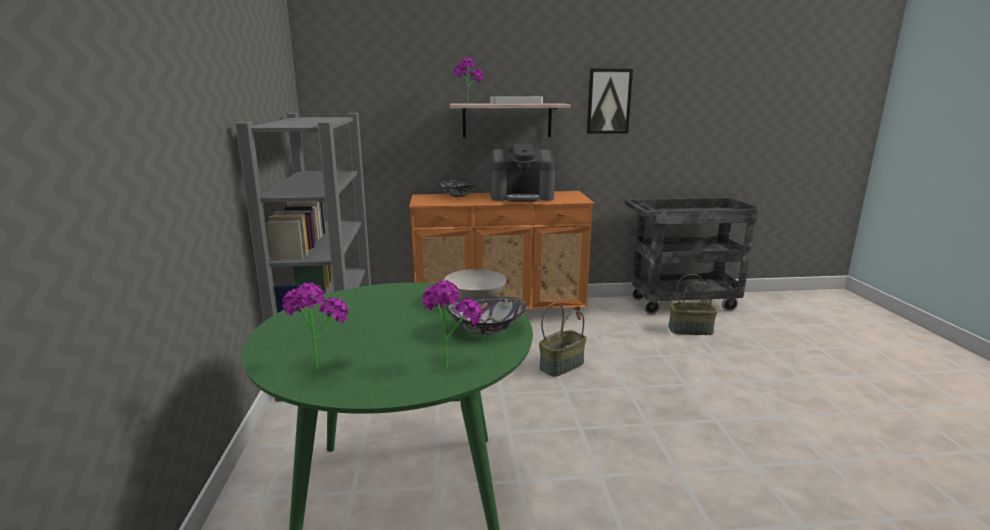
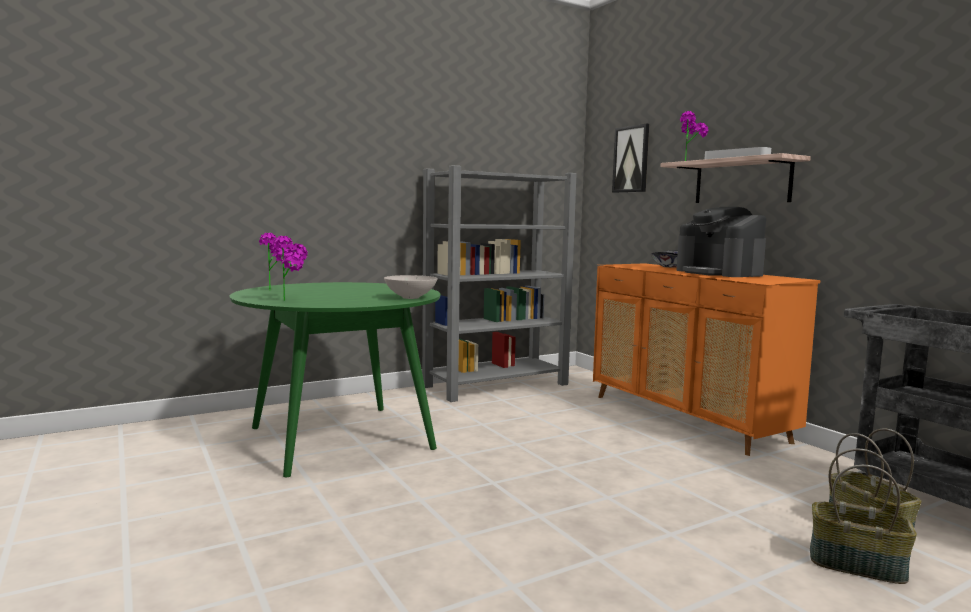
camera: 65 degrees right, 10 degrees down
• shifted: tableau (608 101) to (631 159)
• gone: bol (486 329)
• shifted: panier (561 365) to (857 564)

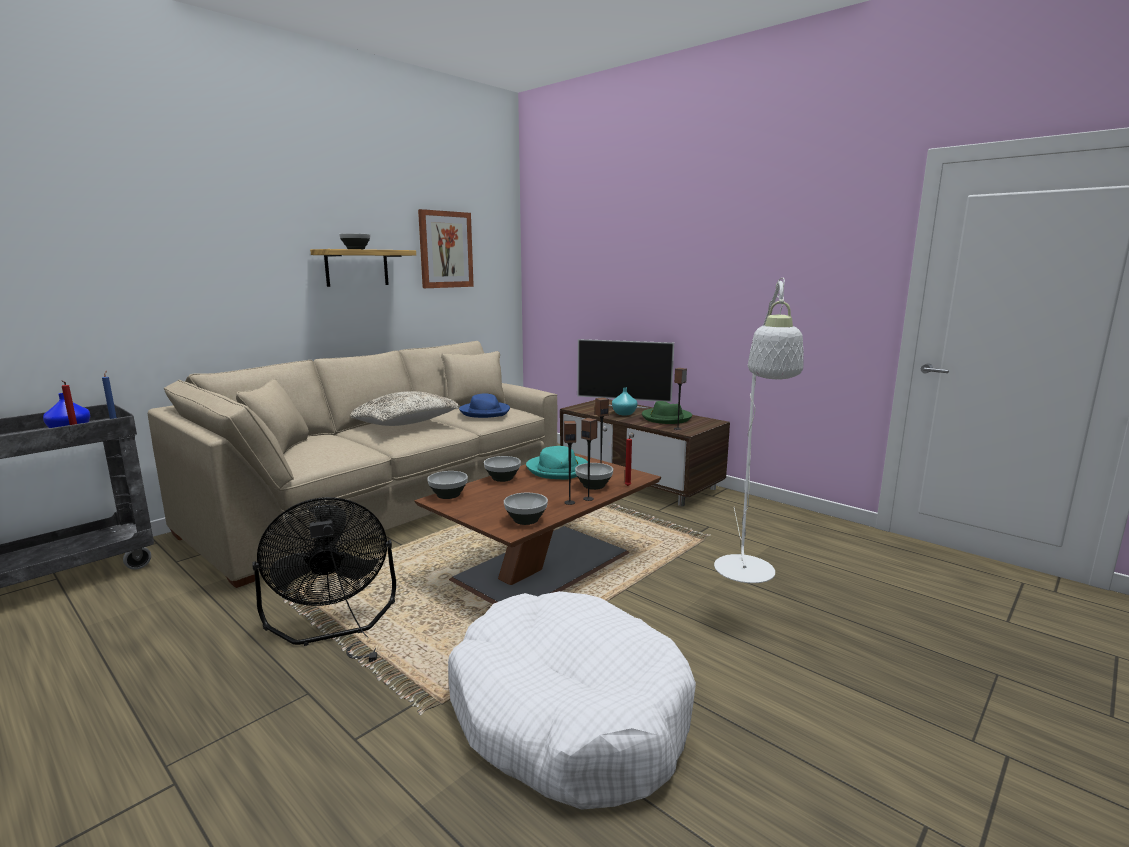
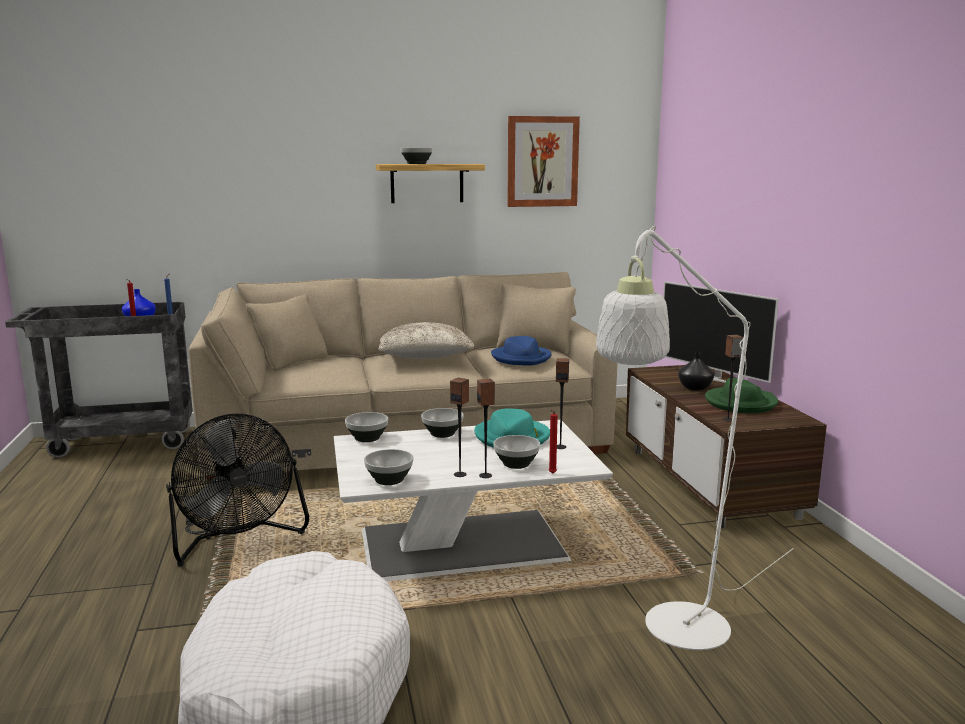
camera: 35 degrees right, 0 degrees up
• repainted: vase (turquoise) (624 413) to vase (noir) (695 388)
• repainted: table basse (marron) (545 565) to table basse (blanc) (466 544)
• rotated: ventilateur (noir) (337 627) = (232 540) 135 degrees clockwise

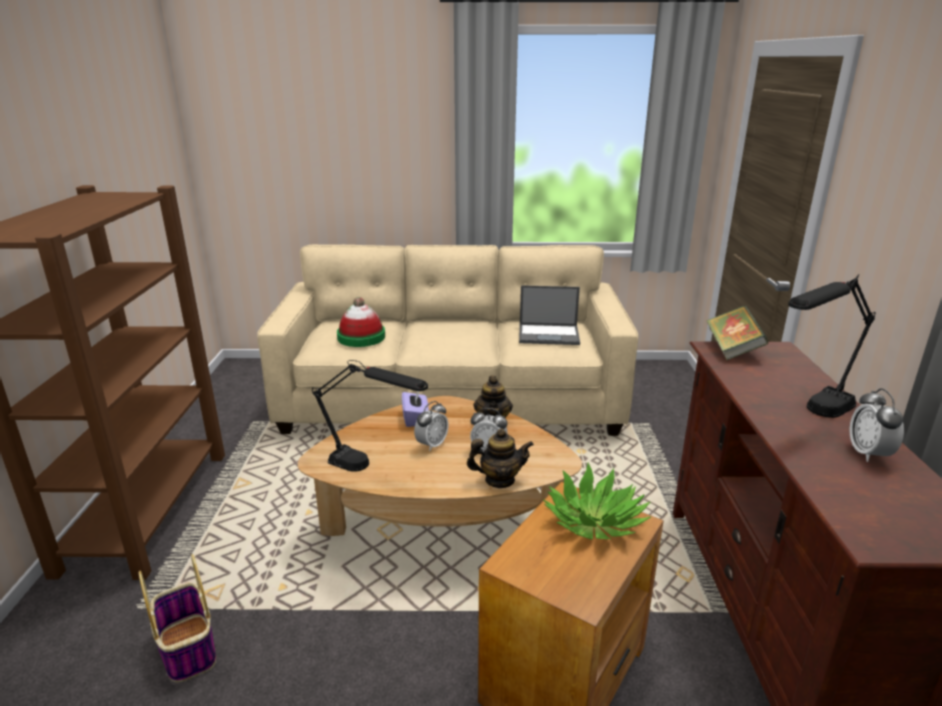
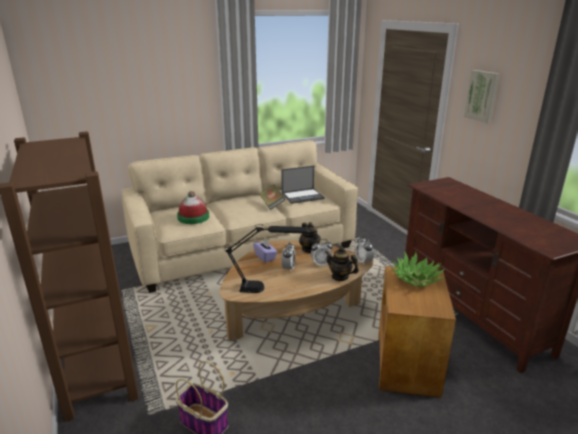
camera: 25 degrees left, 0 degrees up
• gone: lampe de table (noir) (811 416)
• shifted: livre (732 349) to (272 204)
• shifted: réveil (868 453) to (363 261)
• rotated: théière (499 480) = (340 277) 120 degrees counterclockwise
• new: tableau (482 96)

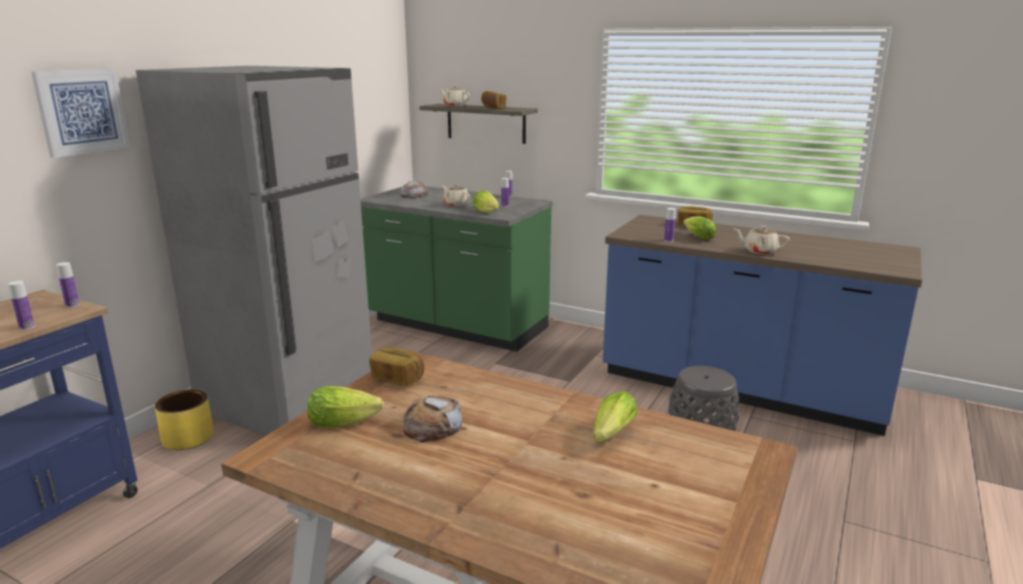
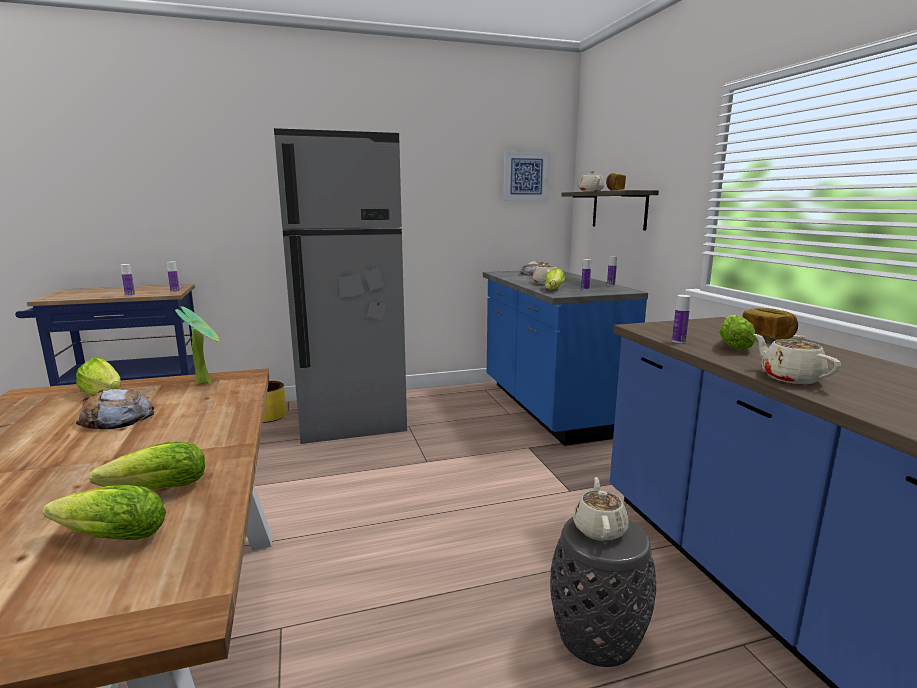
camera: 45 degrees right, 5 degrees down
• shifted: tableau (82 111) to (525 176)
• repainted: comptoir de cuisine (vert) (457 326) to comptoir de cuisine (bleu) (548 408)
• swapped: pain (398 378) to plante en pot (206 382)
• new: théière (beige) (599 529)
• new: laitue (107 537)

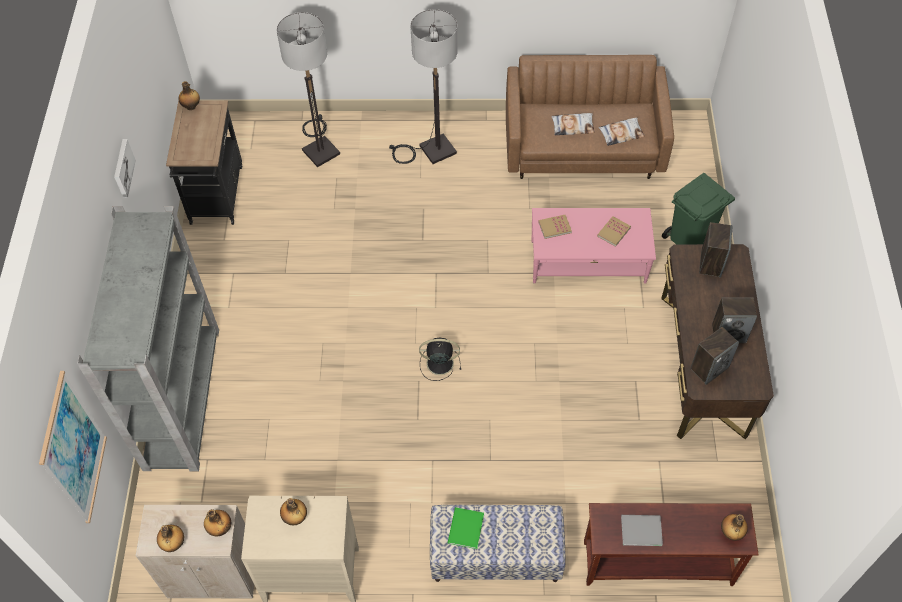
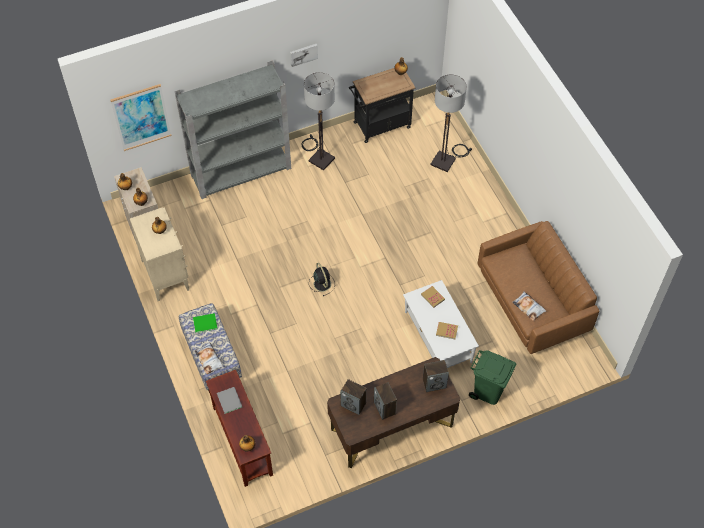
camera: 65 degrees right, 0 degrees up
• shifted: lampadaire (427 151) to (318 155)
• shifted: coussin (573 126) to (209 359)
• repainted: table basse (rose) (588 262) to table basse (blanc) (438 337)

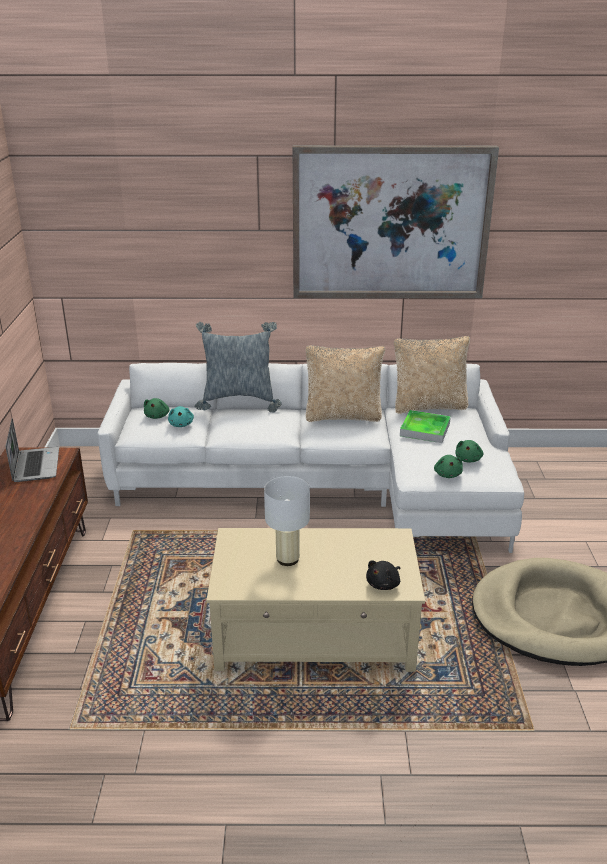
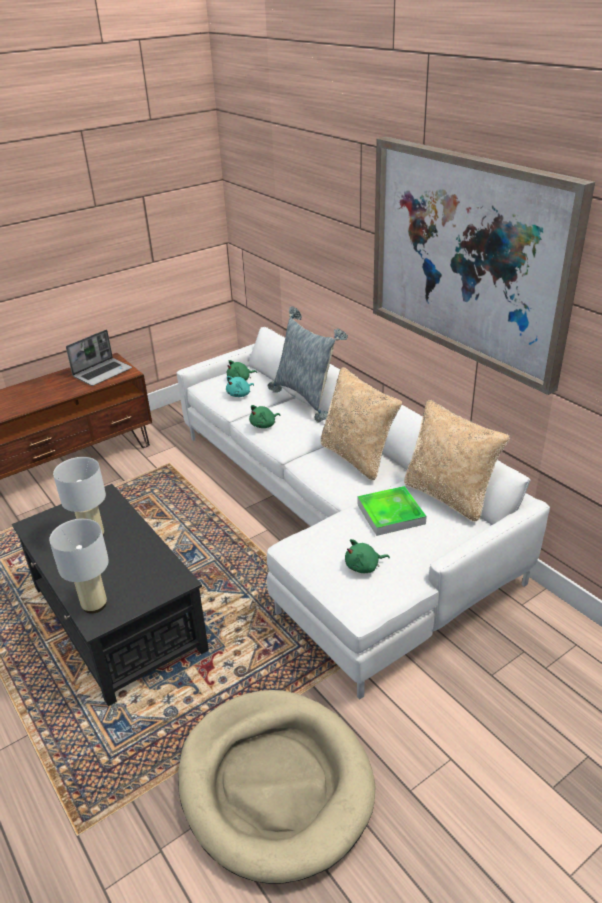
camera: 55 degrees right, 5 degrees up
• shifted: peluche (vert) (447 474) to (264 425)
• repainted: table basse (beige) (315 633) to table basse (noir) (117 619)
• swapped: peluche (noir) (384 584) to lampe de table (blanc) (95 605)

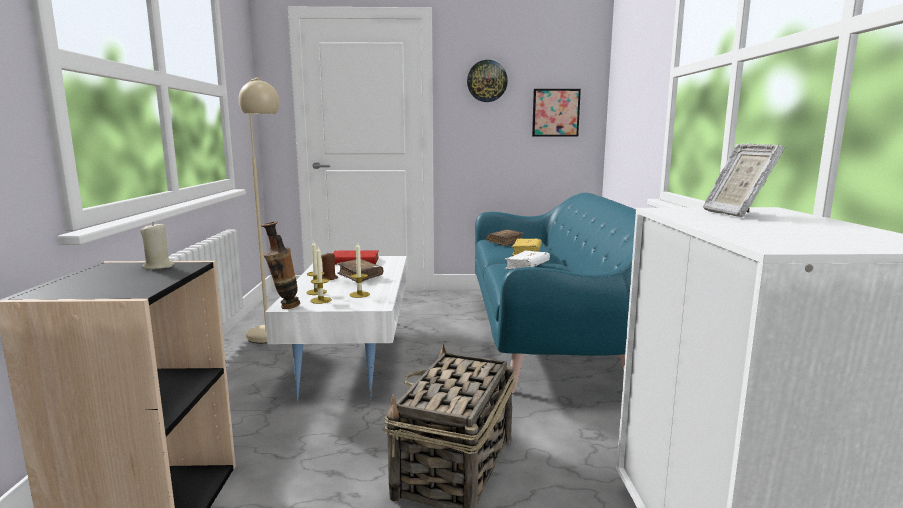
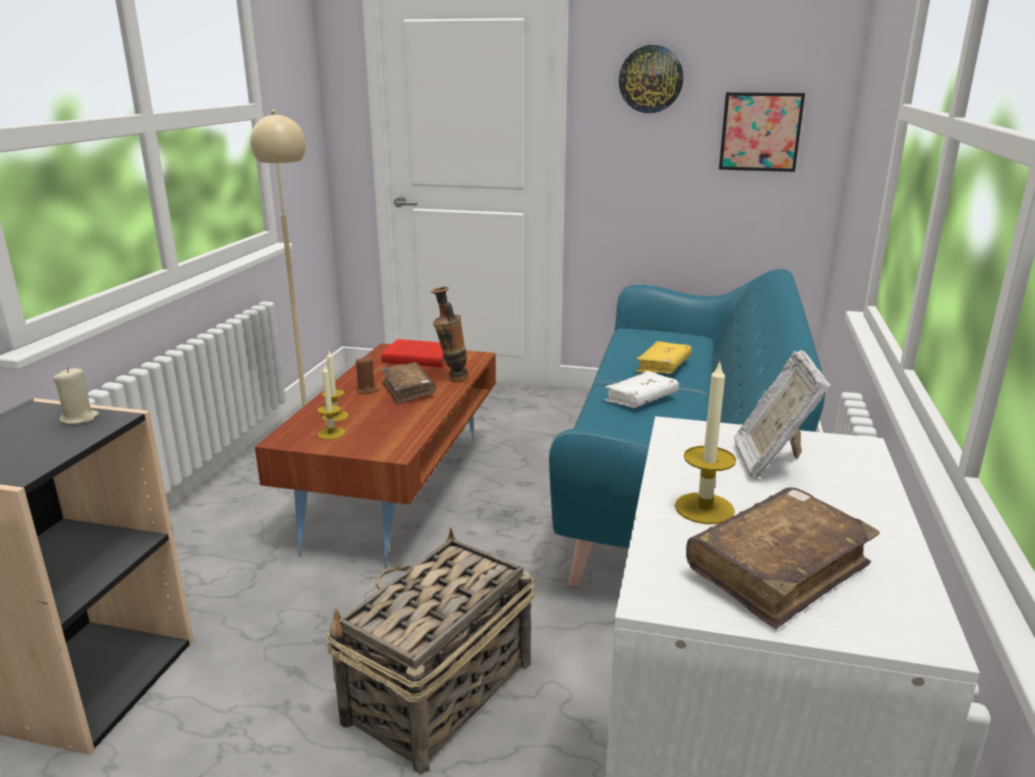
camera: 15 degrees right, 10 degrees up
• shifted: vase (284 307) to (451 379)
• shifted: livre (marron) (505 242) to (778 570)
• shifted: bougie (359 294) to (704 508)
• repainted: table basse (blanc) (353 355) to table basse (marron) (399 490)

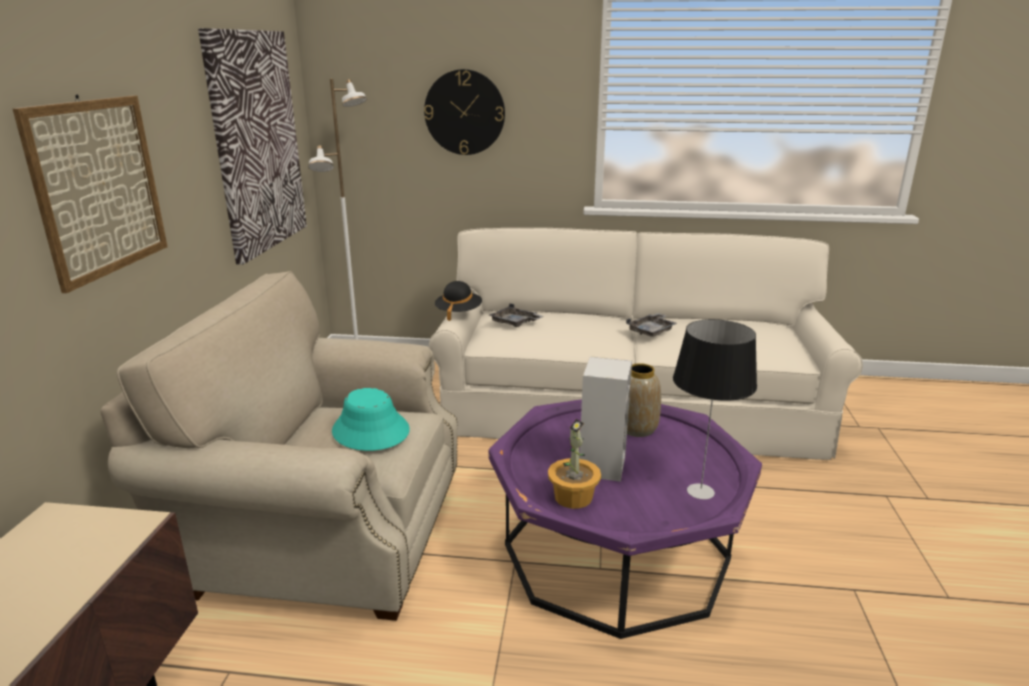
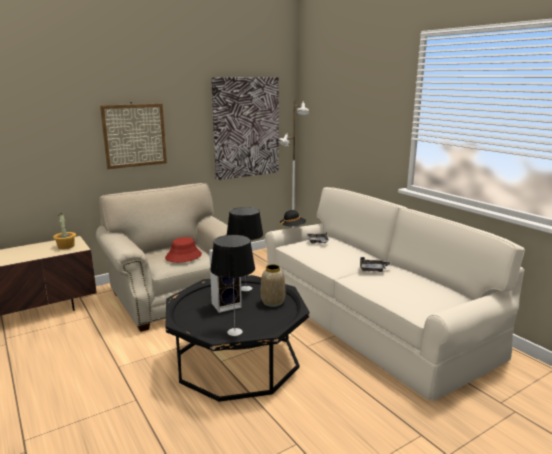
camera: 50 degrees right, 5 degrees down
• gone: horloge murale (464 112)
• repainted: chapeau (turquoise) (370 431) to chapeau (rouge) (183 256)
• repainted: table basse (violet) (616 552) to table basse (noir) (237 360)
• shifted: plante en pot (574 497) to (66 246)
• new: lampe de table (245 288)

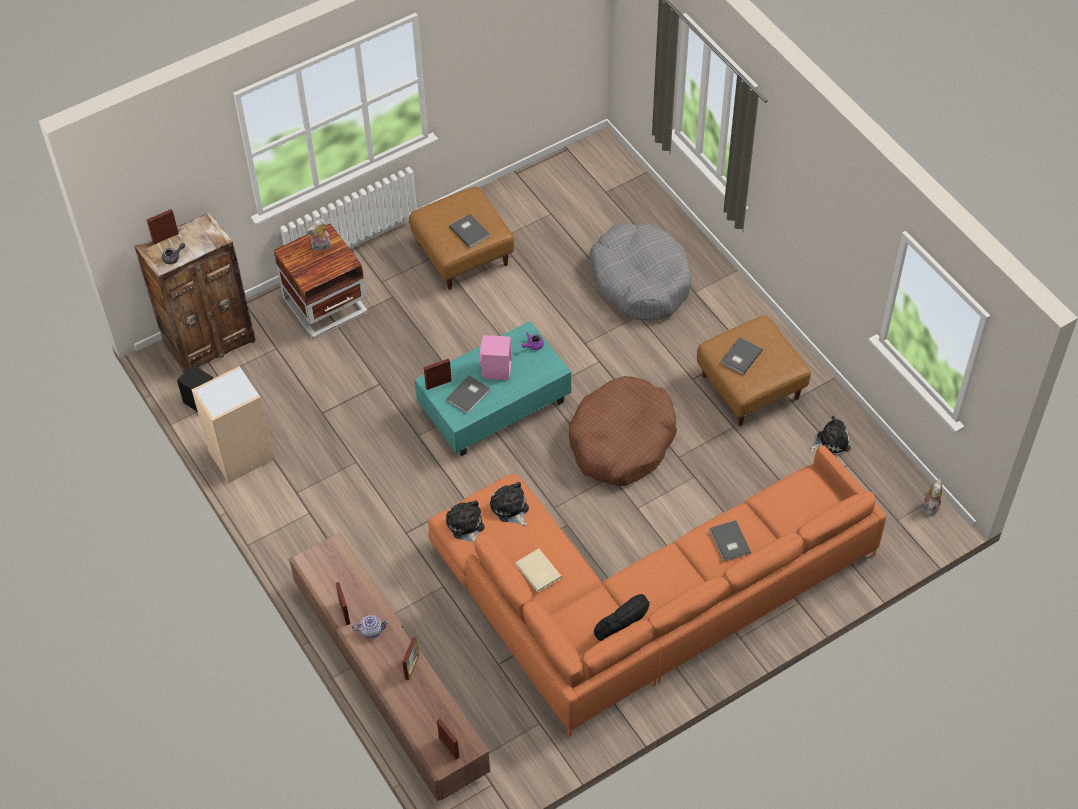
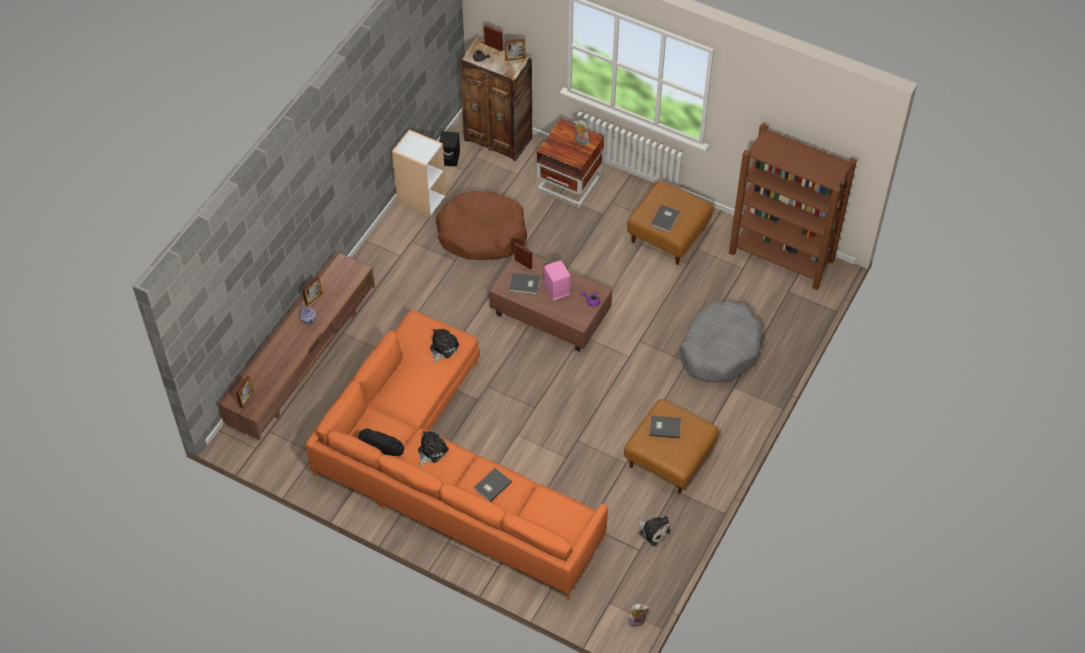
camera: 60 degrees right, 0 degrees up
• repainted: table basse (turquoise) (493 405) to table basse (marron) (549 313)
• shifted: panier pour chien (marron) (621 441) to (482 234)
• shifted: peluche (466 526) to (431 451)
• gone: livre (beige) (537 572)
• shifted: cadre photo (412 667) to (515 58)
• new: bibliothèque (marron) (781 256)

